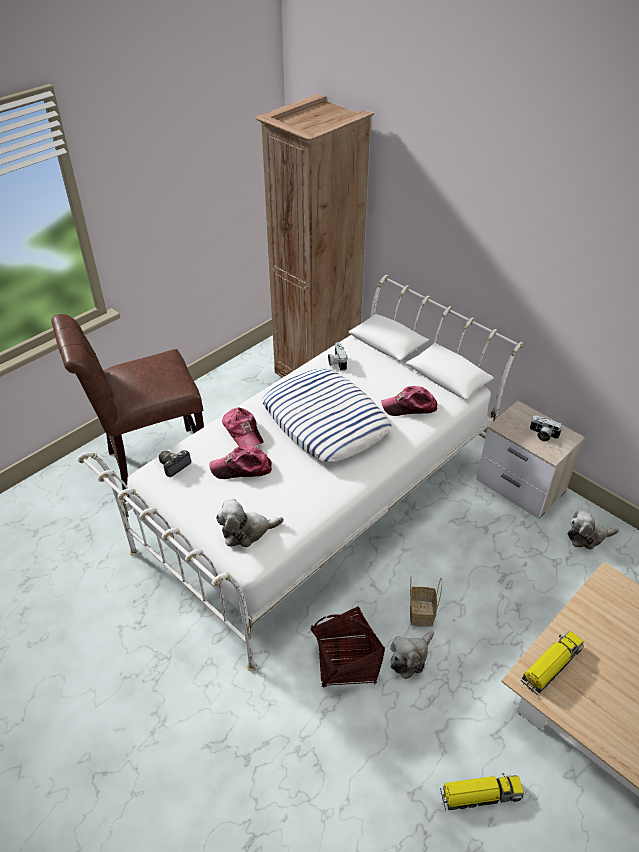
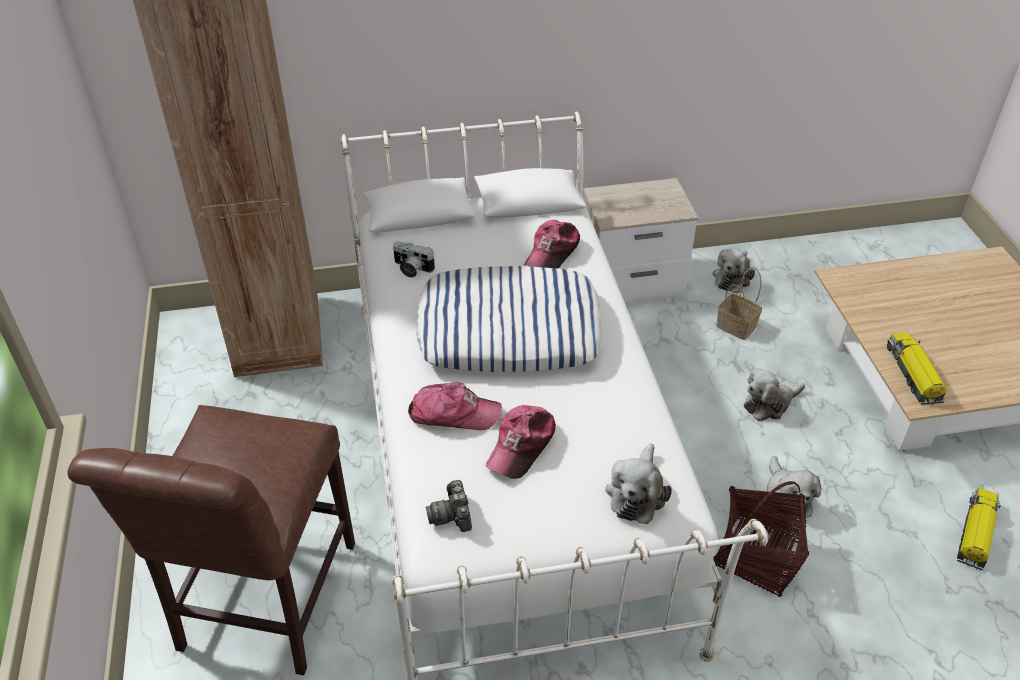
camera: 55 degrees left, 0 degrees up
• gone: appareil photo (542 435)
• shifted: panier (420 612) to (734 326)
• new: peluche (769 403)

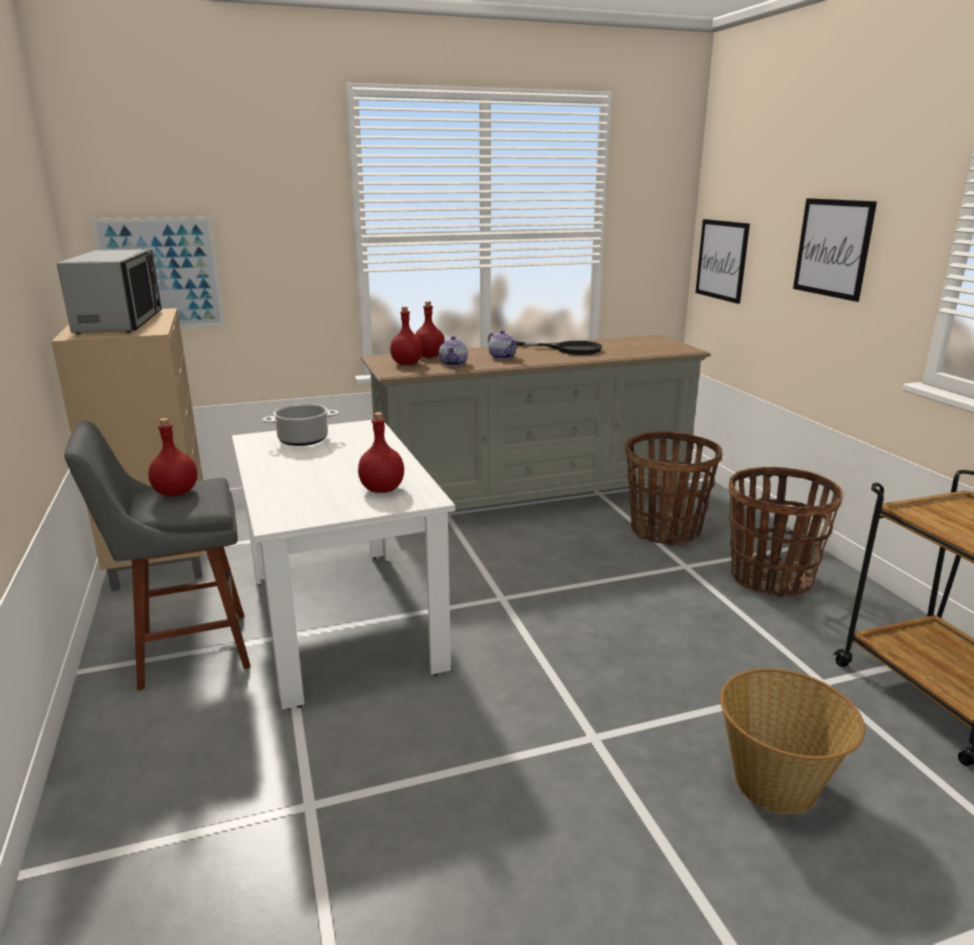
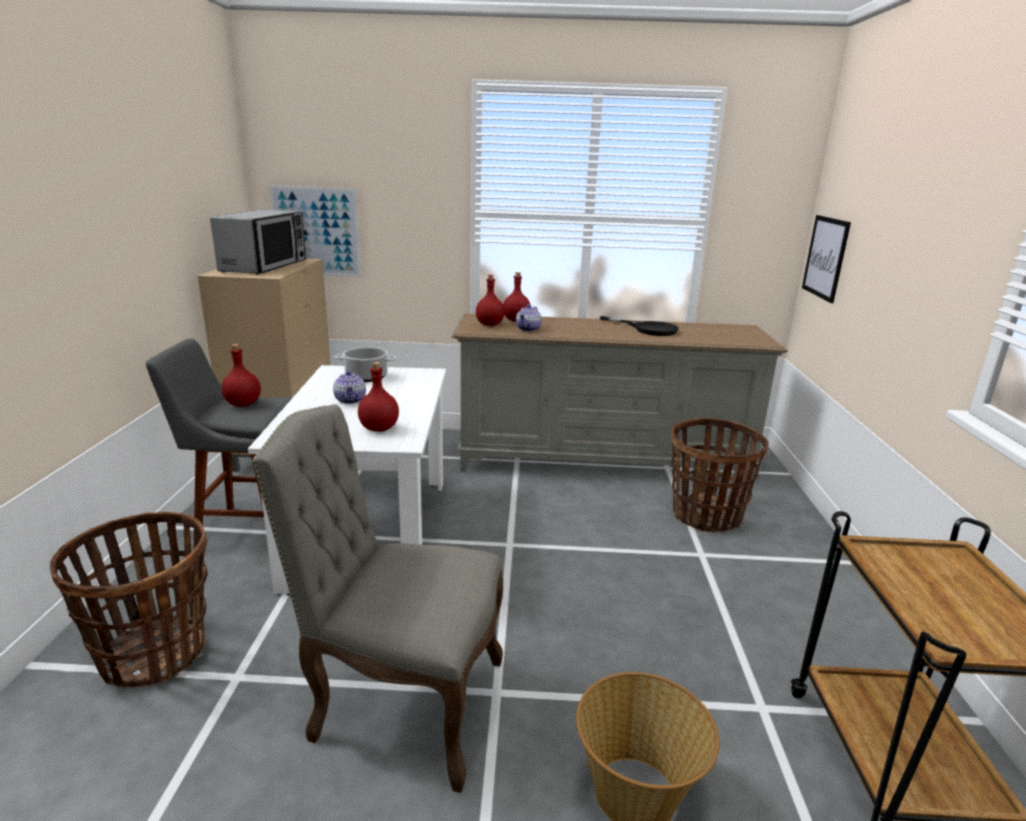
camera: 20 degrees right, 0 degrees up
• gone: tableau (833 248)
• shifted: théière (502 357) to (350 400)
• shifted: panier (770 579) to (154 653)
• new: chaise (gris) (404 703)

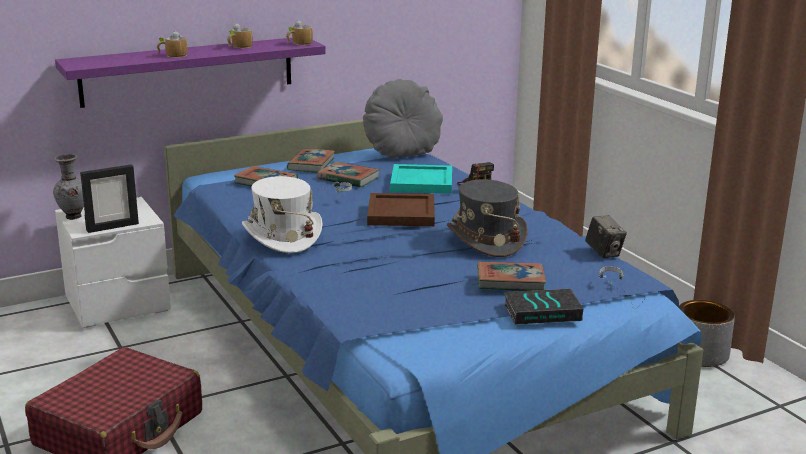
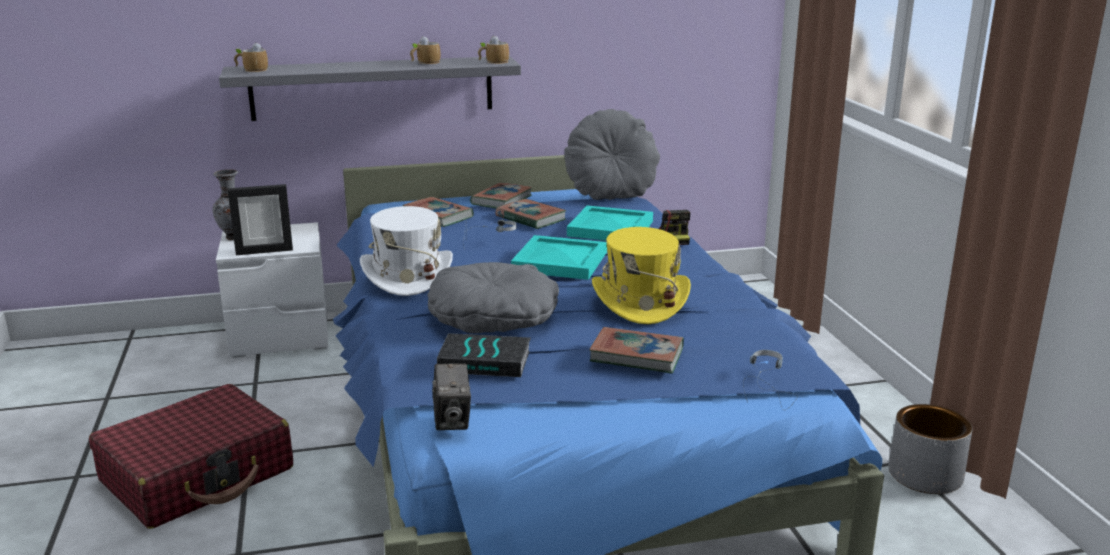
camera: 15 degrees right, 0 degrees up
• shifted: mug (172 55) to (252 70)
• repainted: étagère (violet) (188 71) to étagère (gris) (372 88)
• repainted: chapeau (gris) (485 240) to chapeau (jaune) (639 301)
• repainted: plateau (marron) (402 213) to plateau (turquoise) (561 261)
• shifted: appareil photo (604 253) to (452 420)
• shifted: livre (543 311) to (485 361)
• new: coussin (gris) (493 315)

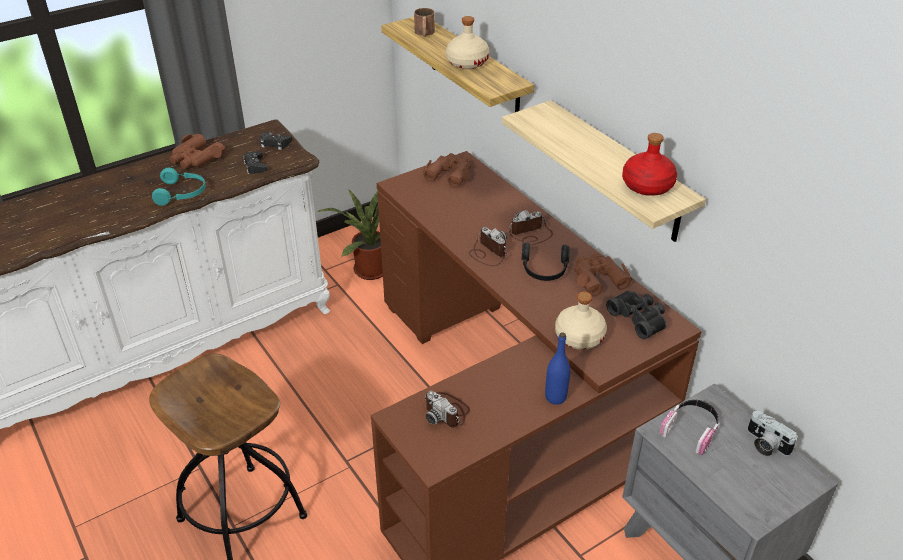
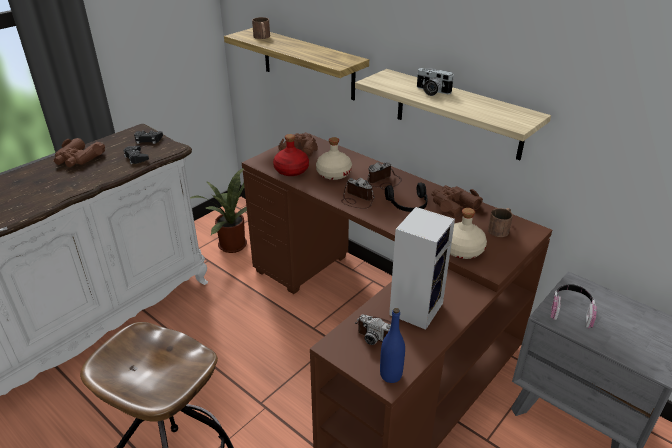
camera: 15 degrees left, 5 degrees down
• shifted: bouteille (beige) (467 62) to (333 173)
• shifted: bouteille (rouge) (647 186) to (291 170)
• gone: casque audio (turquoise) (182 193)
• swapped: jumelles (noir) (639 318) to mug (marron) (501 228)
• shifted: bouteille (bleu) (555 397) to (391 375)
• shifted: appareil photo (765 444) to (431 91)
• new: enceinte (416 307)

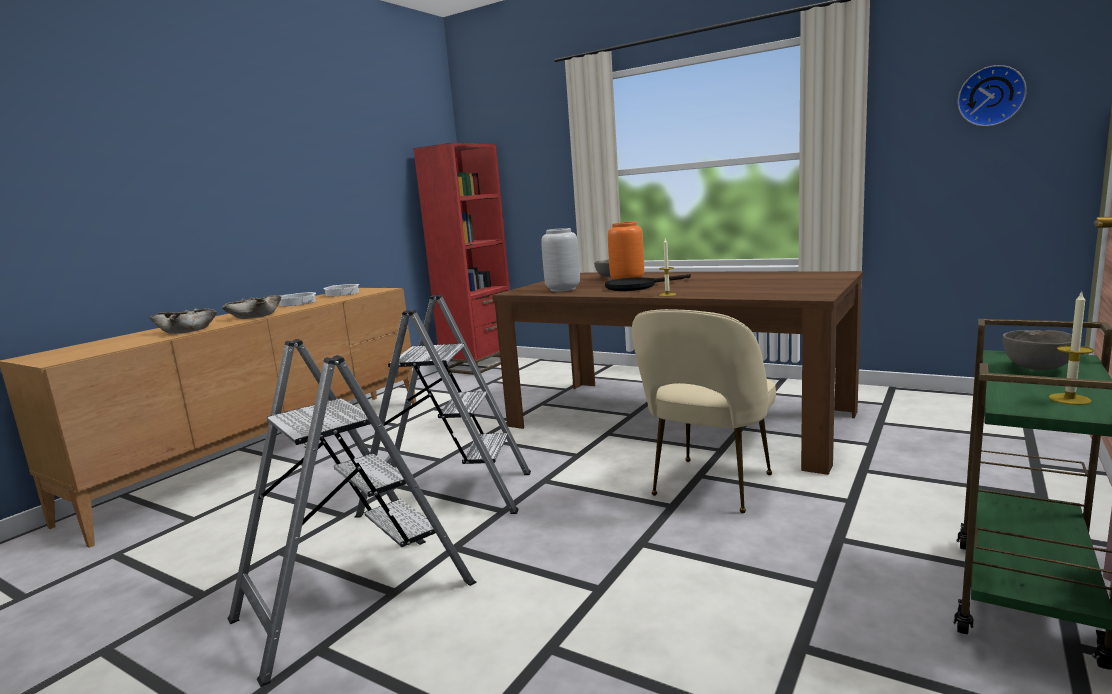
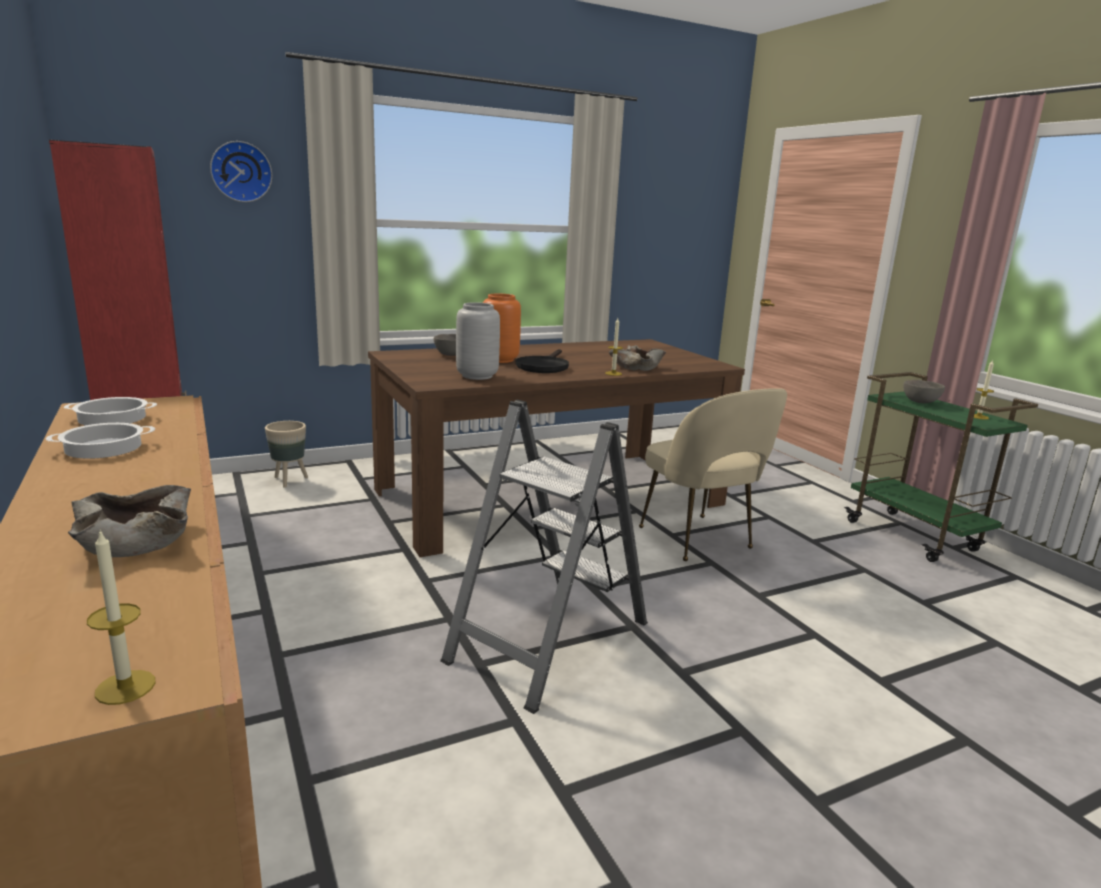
camera: 60 degrees left, 5 degrees up
• shifted: horloge murale (991 96) to (241 172)
• shifted: bol (beige) (254 316) to (637 367)
• gone: escabeau (gris) (351 601)
• new: cache-pot (beige) (289 480)
• new: bougie (125 687)

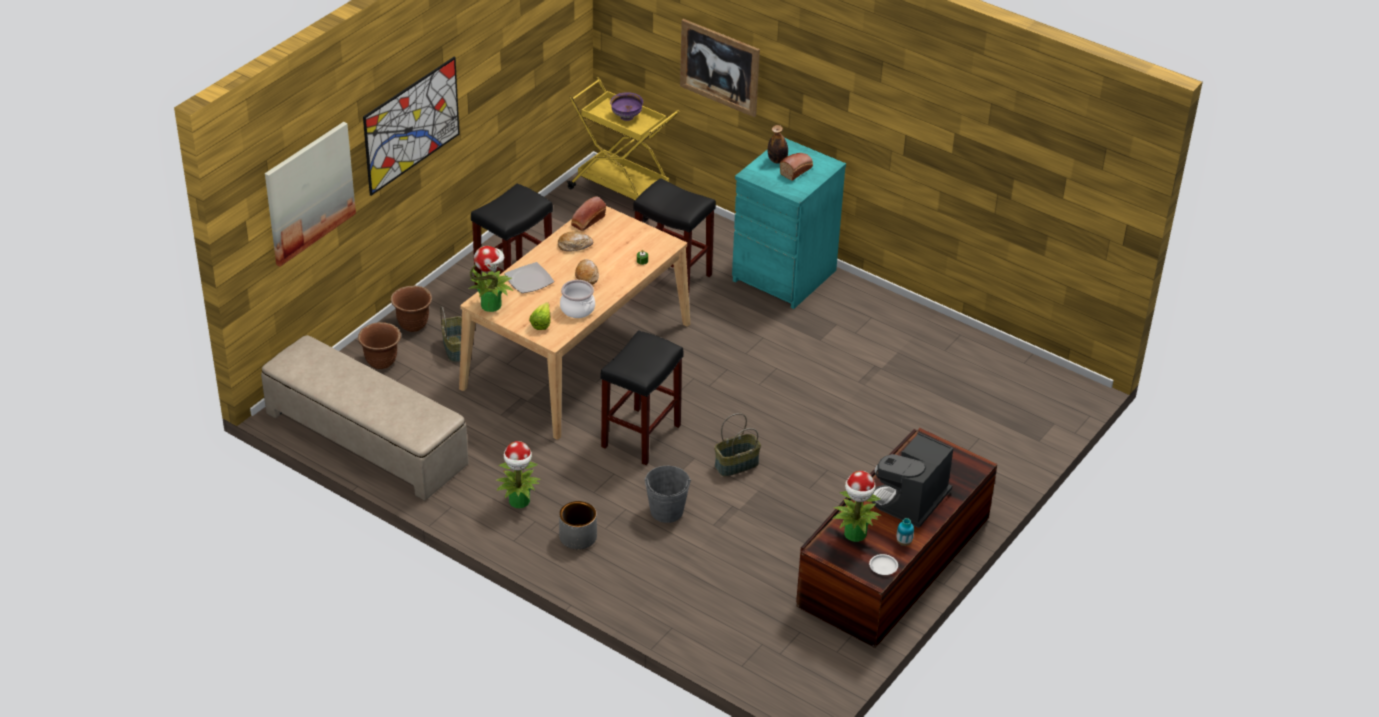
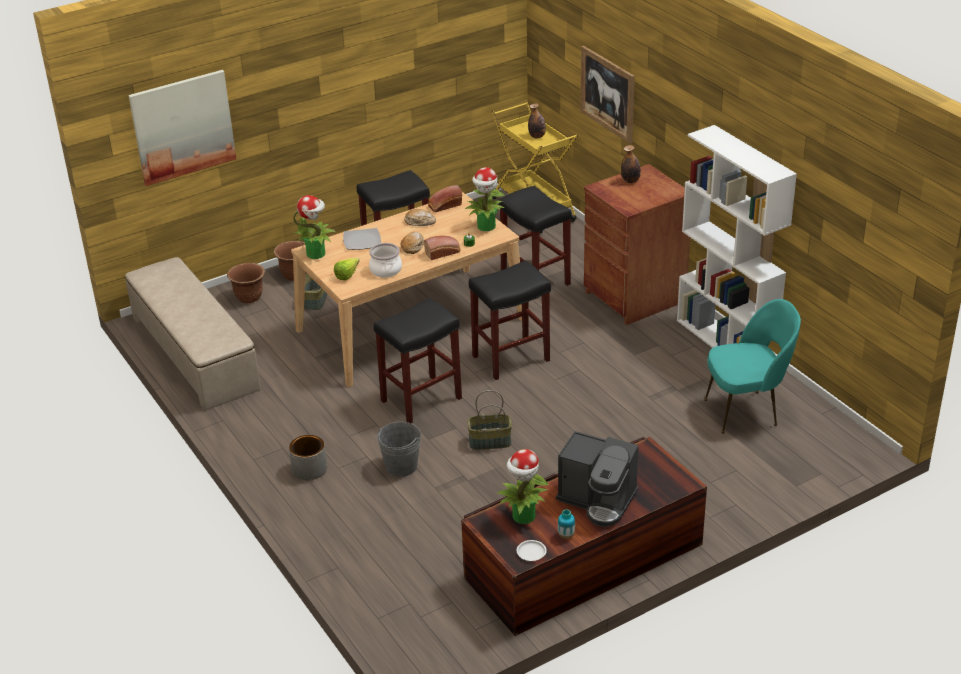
camera: 25 degrees right, 5 degrees down
• gone: tableau (412 125)
• swapped: bol (violet) (627 117) to bouteille (537 136)
• repainted: commode (turquoise) (785 276) to commode (marron) (635 297)
• shifted: pain (797 170) to (443 253)
• rotated: machine à café (911 502) = (598 500) 120 degrees counterclockwise
• shifted: plante en pot (519 501) to (486 227)
• new: bibliothèque (blanc) (726 342)
• new: tabouret (noir) (510 359)
• new: chaise (turquoise) (747 412)

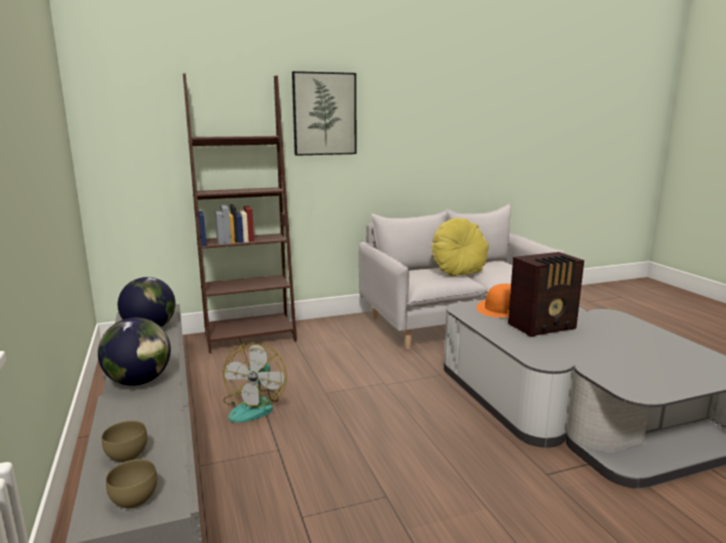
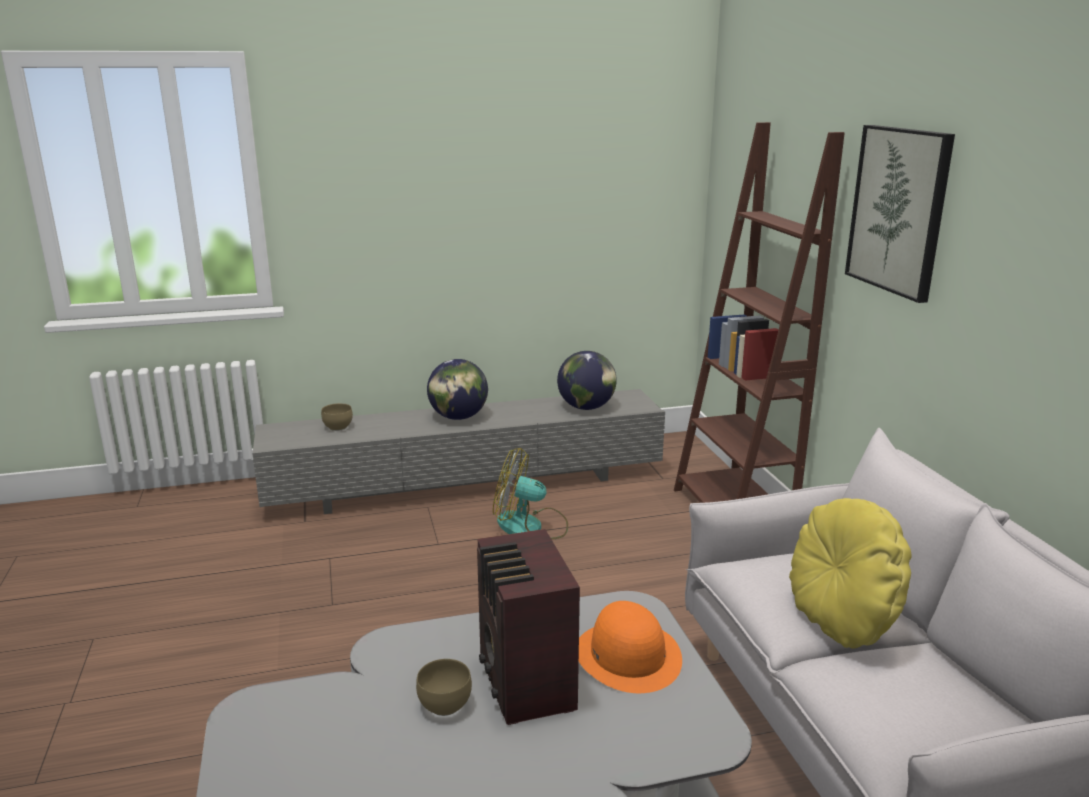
camera: 95 degrees right, 5 degrees up
• shifted: bol (marron) (134 499) to (447 705)

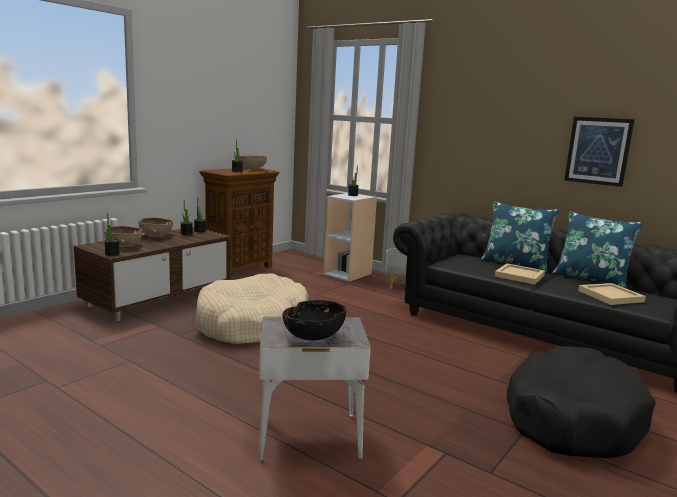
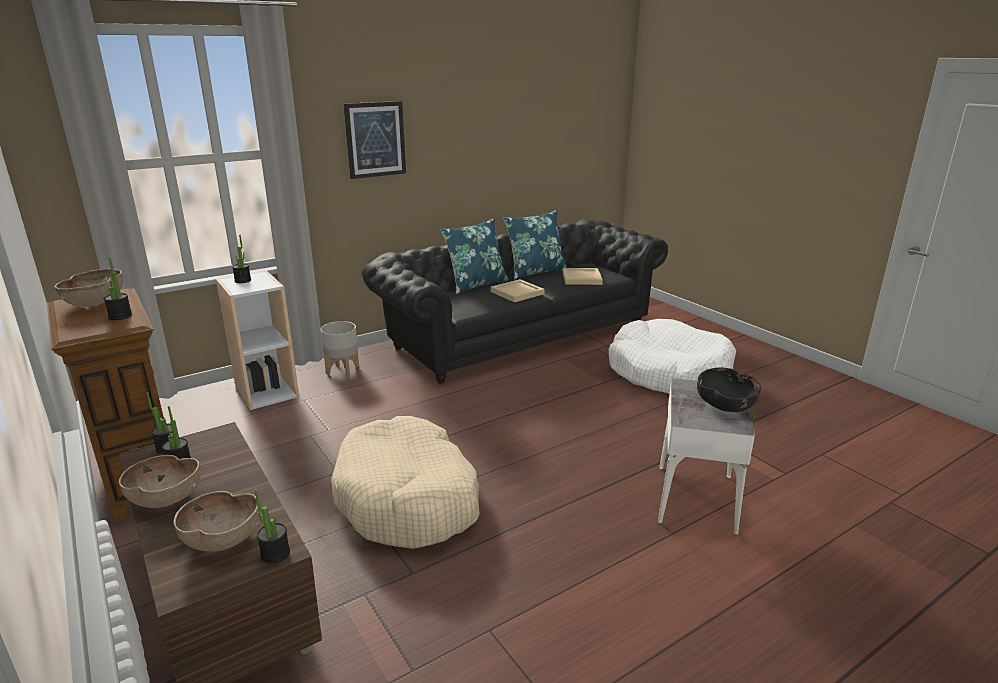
camera: 70 degrees left, 10 degrees up
• shifted: tableau (598 151) to (375 139)
• repainted: panier pour chien (noir) (571 418) to panier pour chien (blanc) (669 373)

